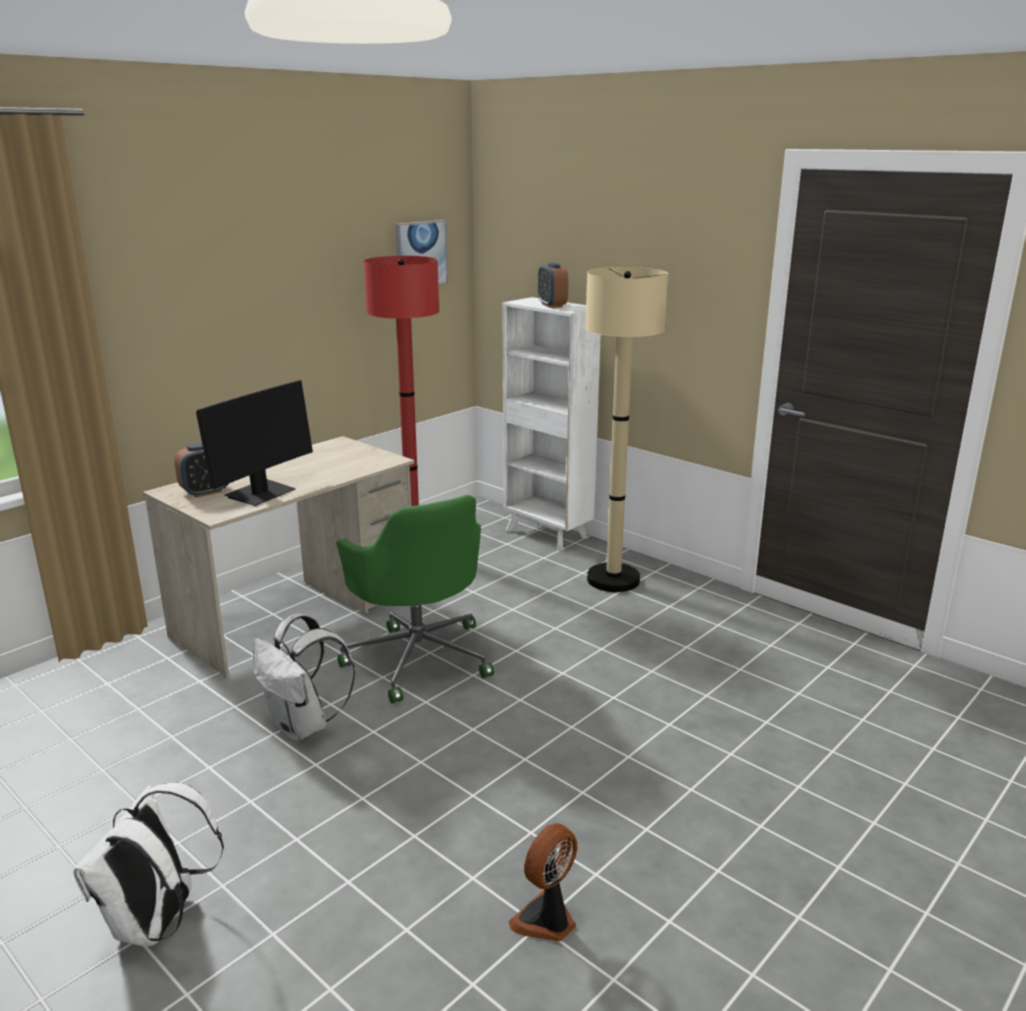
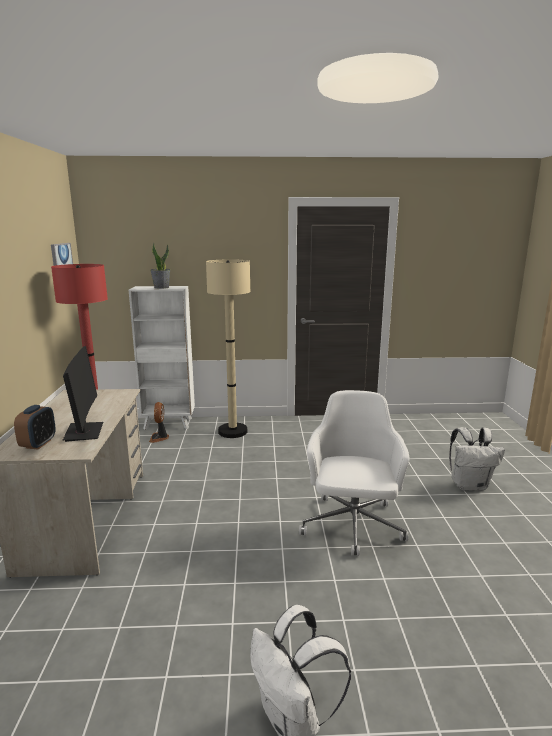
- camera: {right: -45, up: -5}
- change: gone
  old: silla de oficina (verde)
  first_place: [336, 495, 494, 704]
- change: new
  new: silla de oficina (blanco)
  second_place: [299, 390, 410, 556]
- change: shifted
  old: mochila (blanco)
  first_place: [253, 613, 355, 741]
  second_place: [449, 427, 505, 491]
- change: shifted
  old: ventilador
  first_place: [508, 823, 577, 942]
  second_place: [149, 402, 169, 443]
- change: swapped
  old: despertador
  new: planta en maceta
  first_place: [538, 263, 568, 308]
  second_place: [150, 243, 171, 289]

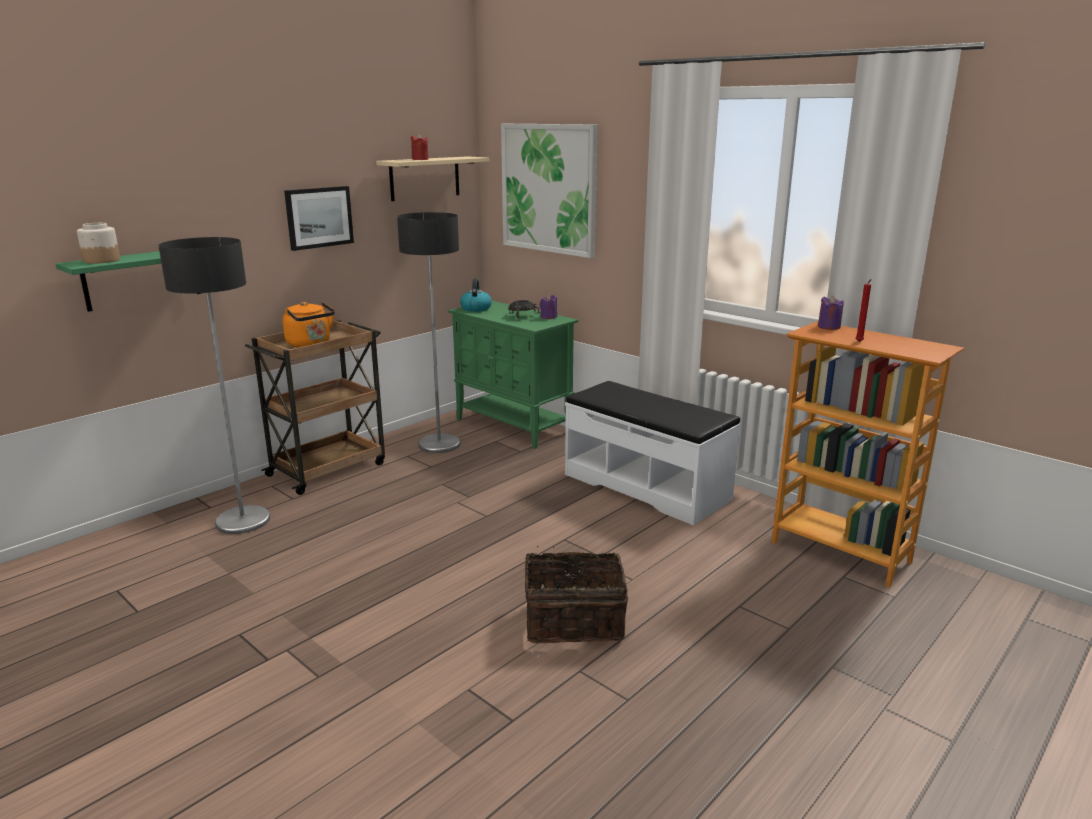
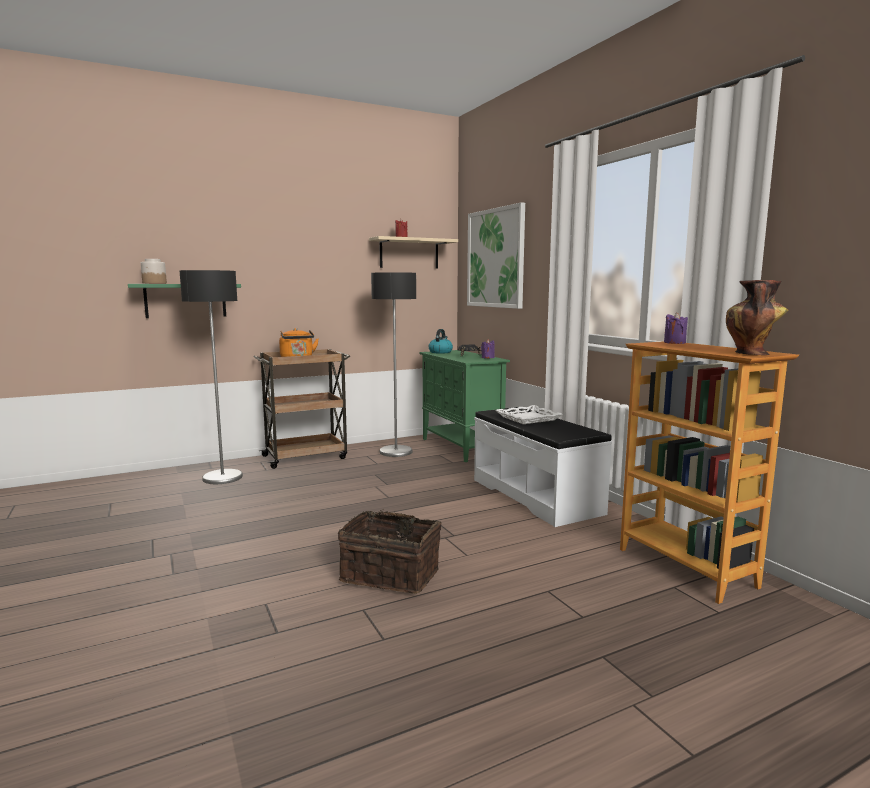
- camera: {right: 20, up: -10}
- change: gone
  old: cuadro
  first_place: [284, 186, 354, 251]
- change: gone
  old: vela (rojo)
  first_place: [856, 279, 871, 342]
- change: new
  new: bandeja (blanco)
  second_place: [496, 405, 563, 424]
- change: new
  new: florero
  second_place: [726, 280, 789, 355]

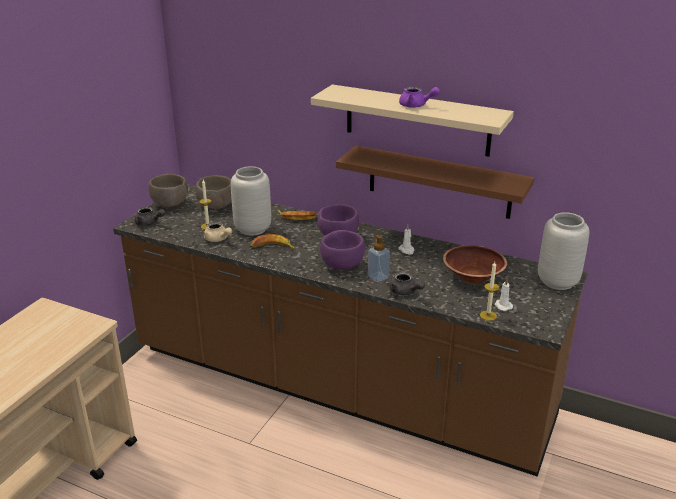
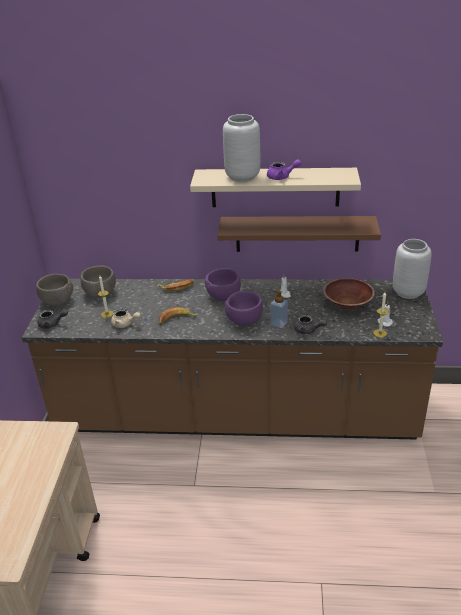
- camera: {right: -20, up: 5}
- change: shifted
  old: florero (gris)
  first_place: [231, 166, 271, 236]
  second_place: [223, 114, 260, 182]

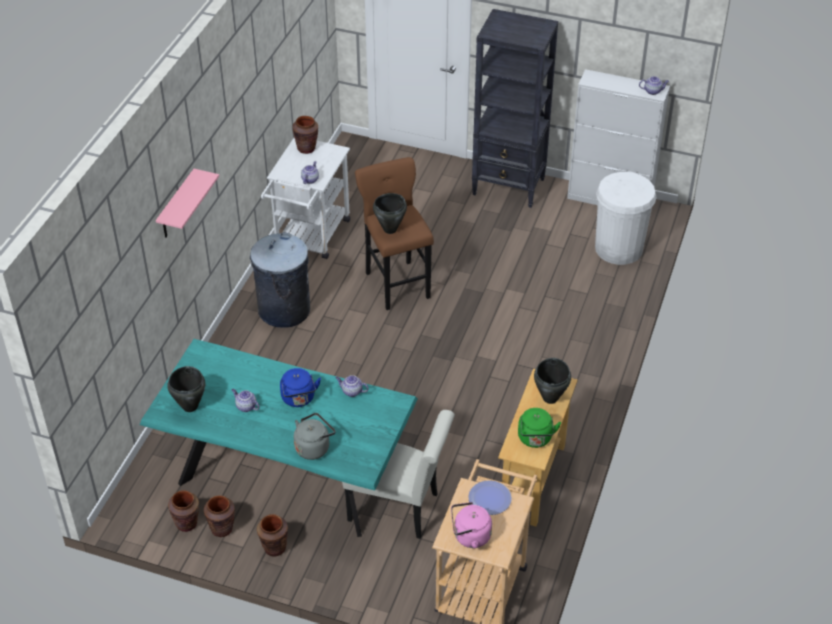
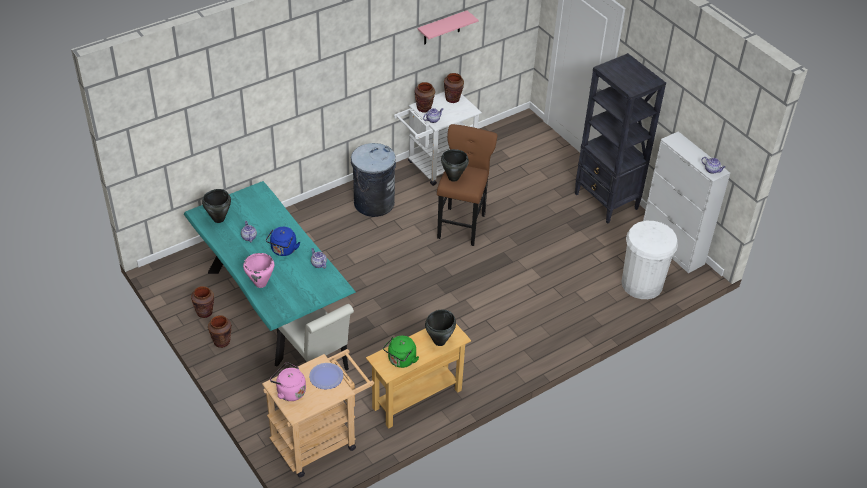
- camera: {right: 35, up: 0}
- change: shifted
  old: estante (rosa)
  first_place: [156, 169, 219, 237]
  second_place: [418, 11, 479, 45]
- change: shifted
  old: florero (marrón)
  first_place: [168, 490, 199, 532]
  second_place: [415, 82, 435, 113]
- change: swapped
  old: hervidor (gris)
  new: olla (rosa)
  first_place: [294, 413, 335, 460]
  second_place: [243, 253, 274, 288]

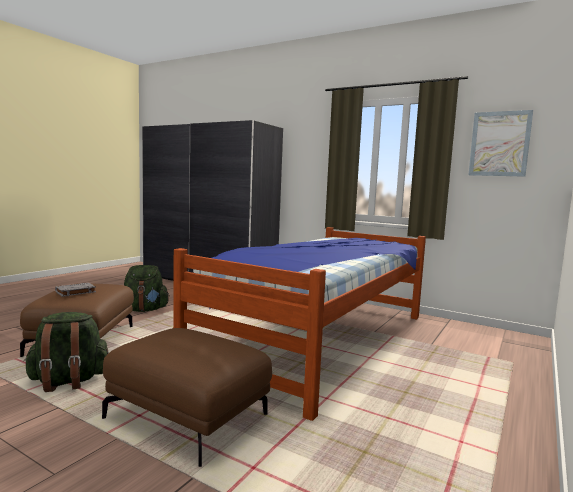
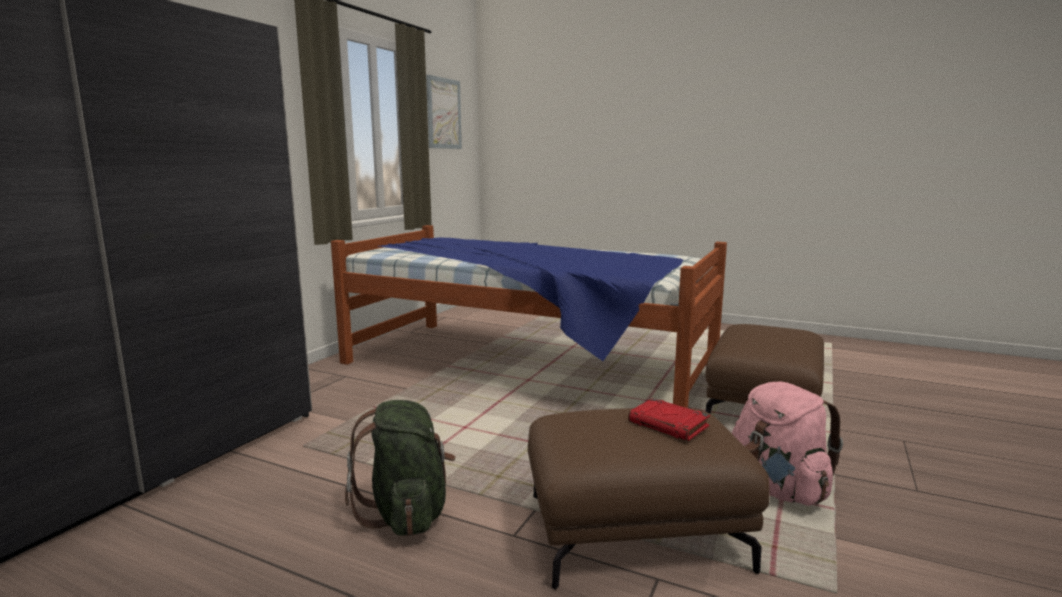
- camera: {right: -95, up: 5}
- change: repainted
  old: mochila (verde)
  new: mochila (rosa)
  first_place: [23, 312, 109, 392]
  second_place: [732, 382, 843, 506]
- change: repainted
  old: libro (gris)
  new: libro (rojo)
  first_place: [55, 283, 96, 297]
  second_place: [628, 398, 710, 441]

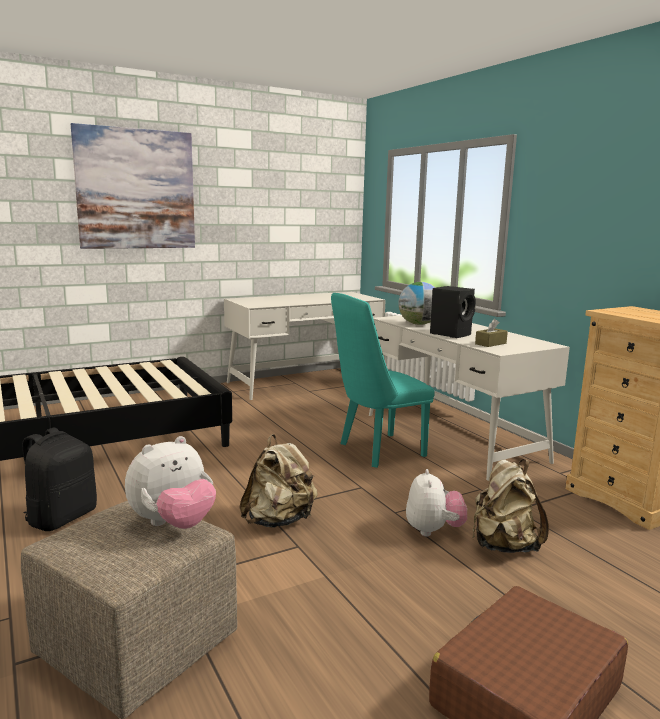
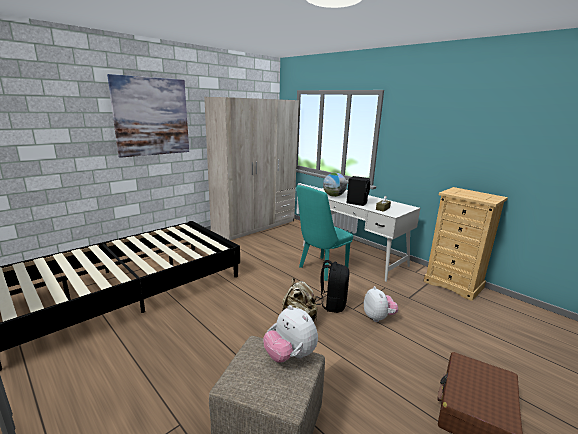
- camera: {right: -15, up: 5}
- change: gone
  old: mochila (beis)
  first_place: [472, 459, 549, 553]
- change: shifted
  old: mochila (negro)
  first_place: [22, 427, 97, 531]
  second_place: [316, 260, 349, 313]
- change: swapped
  old: escritorio (blanco)
  new: armario ropero (beis)
  first_place: [224, 292, 385, 400]
  second_place: [204, 97, 299, 240]
- change: rotated
  old: peluche
  first_place: [125, 436, 216, 529]
  second_place: [263, 305, 318, 363]
  degrees: 105

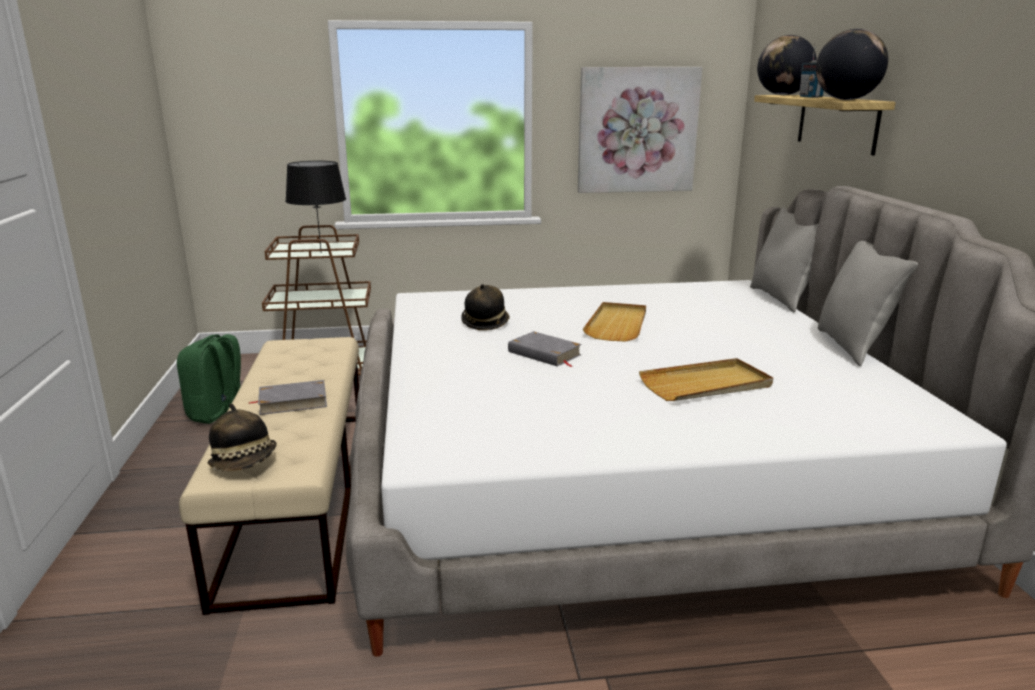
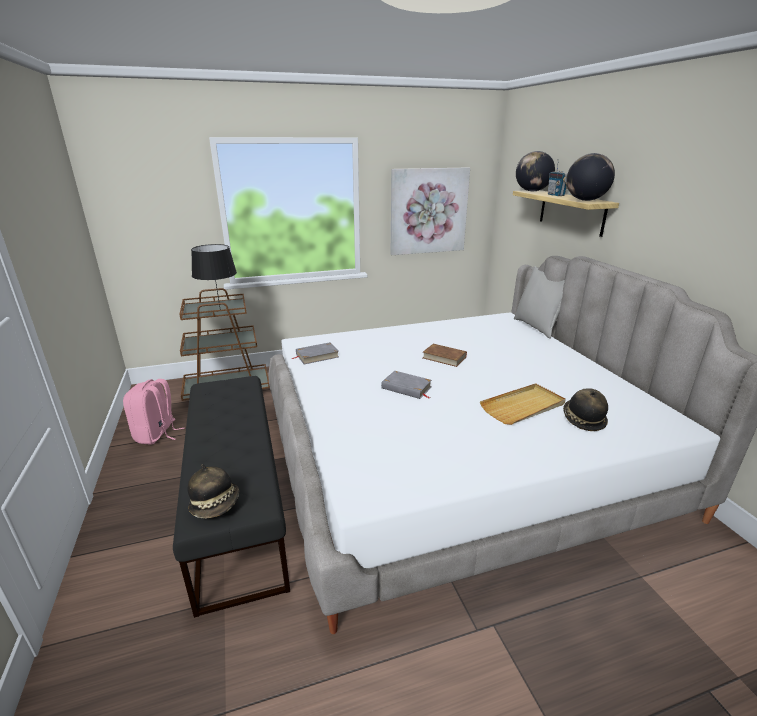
- camera: {right: -10, up: 5}
- change: gone
  old: cojín (gris)
  first_place: [817, 241, 918, 366]
- change: shifted
  old: libro (gris)
  first_place: [248, 380, 327, 415]
  second_place: [292, 342, 339, 364]
- change: shifted
  old: sombrero
  first_place: [461, 284, 510, 330]
  second_place: [563, 388, 608, 431]
- change: swapped
  old: bandeja (beis)
  new: libro (marrón)
  first_place: [583, 302, 646, 342]
  second_place: [423, 344, 467, 367]
- change: repainted
  old: mochila (verde)
  new: mochila (rosa)
  first_place: [177, 334, 241, 424]
  second_place: [123, 379, 185, 445]
- change: repainted
  old: banco (beis)
  new: banco (negro)
  first_place: [179, 337, 359, 615]
  second_place: [173, 376, 290, 618]

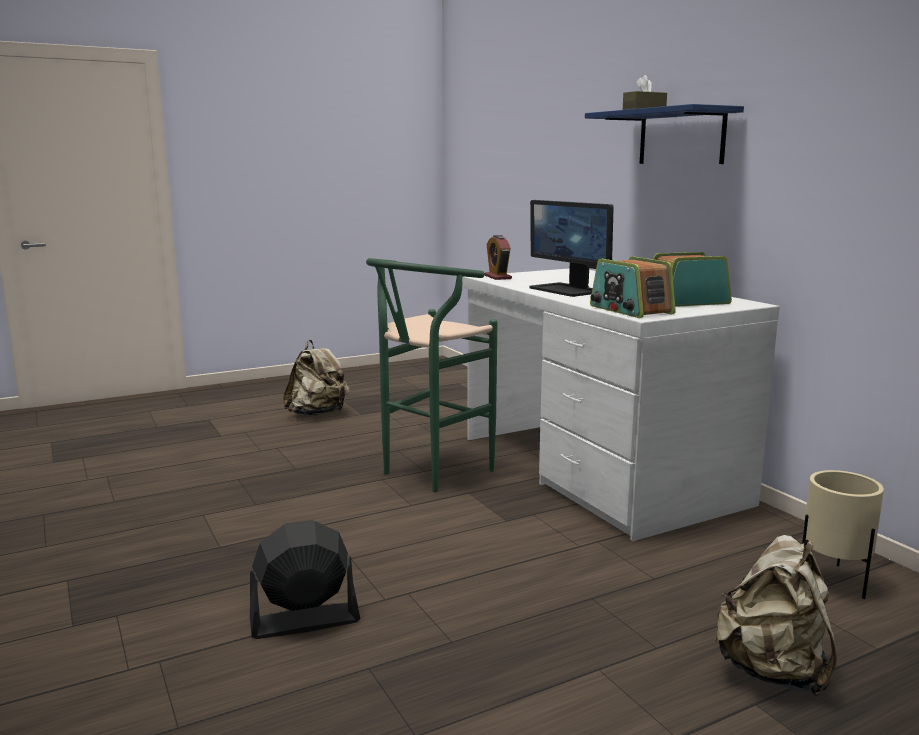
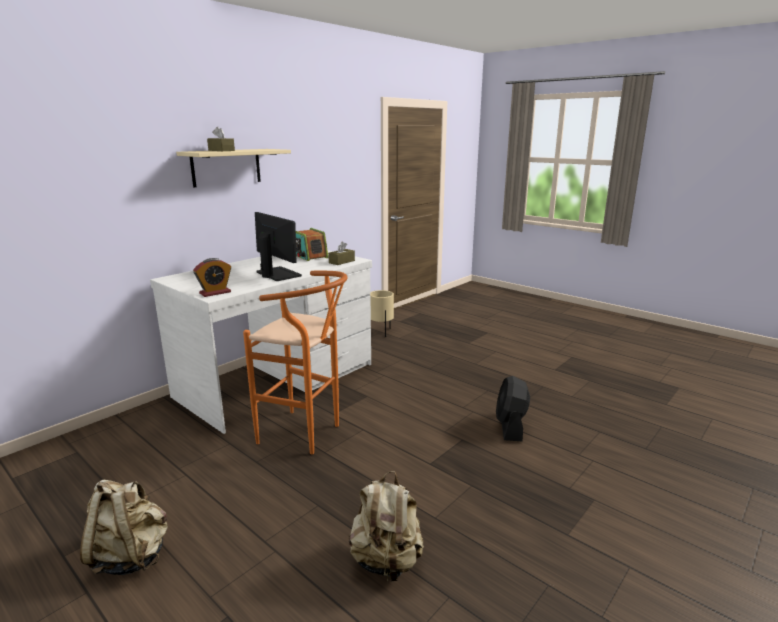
- camera: {right: -110, up: 5}
- change: shifted
  old: mochila (beis)
  first_place: [714, 535, 837, 696]
  second_place: [349, 471, 424, 581]
- change: swapped
  old: radio
  new: caja de pañuelos (marrón)
  first_place: [590, 256, 676, 318]
  second_place: [328, 242, 355, 265]
- change: repainted
  old: taburete (verde)
  new: taburete (naranja)
  first_place: [366, 258, 497, 492]
  second_place: [243, 271, 348, 454]
- change: repainted
  old: estante (azul)
  new: estante (beis)
  first_place: [585, 104, 744, 164]
  second_place: [176, 149, 291, 187]
- change: rotated
  old: ventilador (negro)
  first_place: [250, 520, 360, 639]
  second_place: [496, 376, 530, 441]
  degrees: 45
- change: rotated
  old: monitor
  first_place: [530, 200, 614, 297]
  second_place: [255, 212, 302, 281]
  degrees: -75

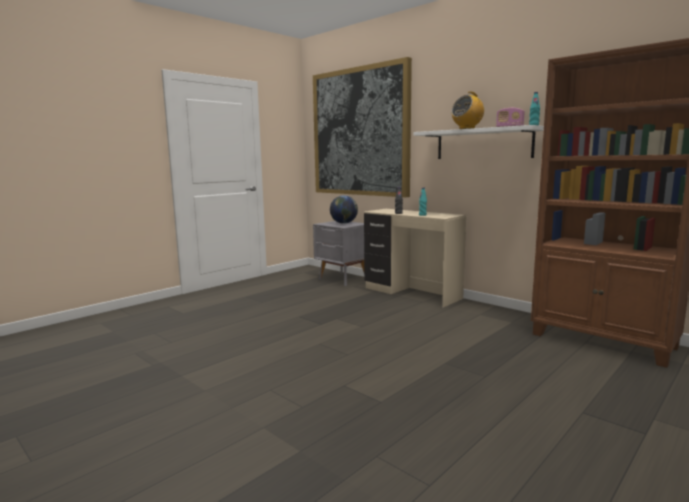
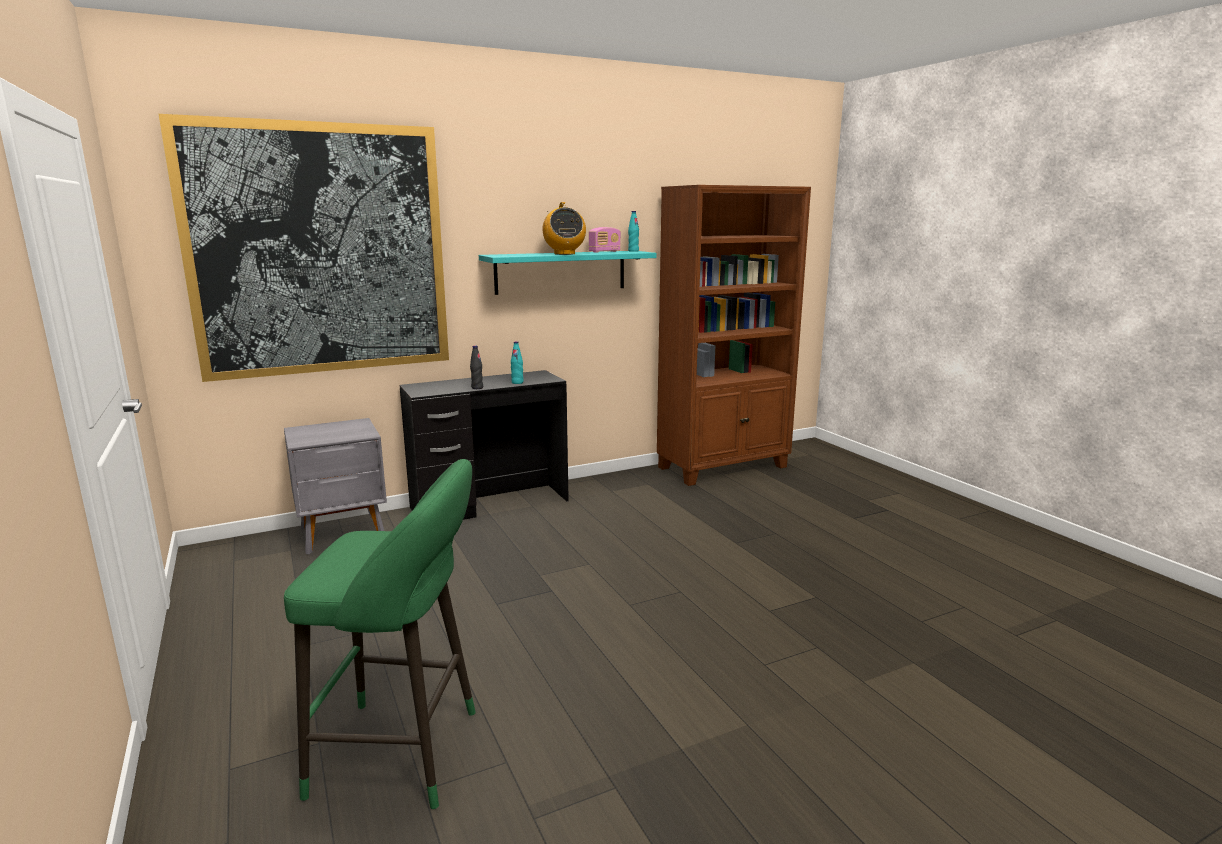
- camera: {right: -70, up: 5}
- change: gone
  old: globo terráqueo
  first_place: [330, 195, 358, 224]
- change: new
  new: taburete (verde)
  second_place: [284, 459, 476, 809]
- change: repainted
  old: escritorio (beis)
  new: escritorio (negro)
  first_place: [364, 209, 466, 308]
  second_place: [400, 370, 569, 520]
- change: repainted
  old: estante (blanco)
  new: estante (turquesa)
  first_place: [413, 125, 544, 159]
  second_place: [479, 251, 657, 295]

